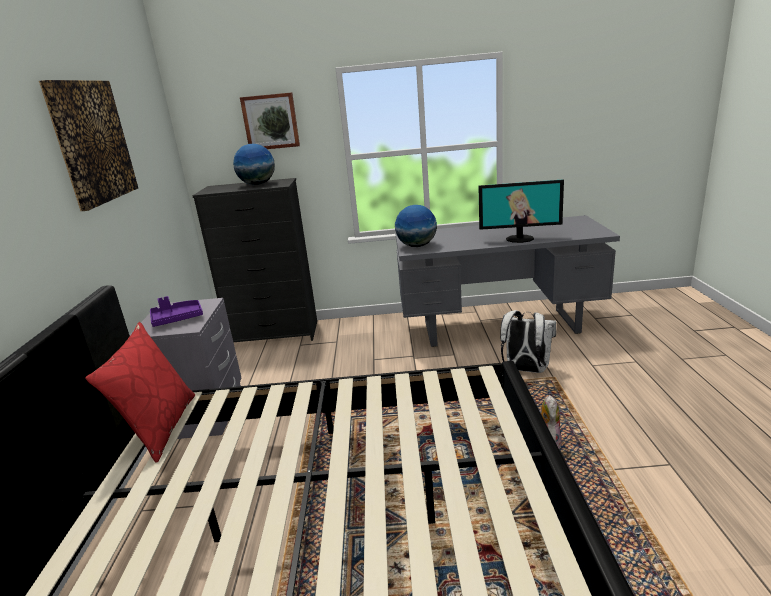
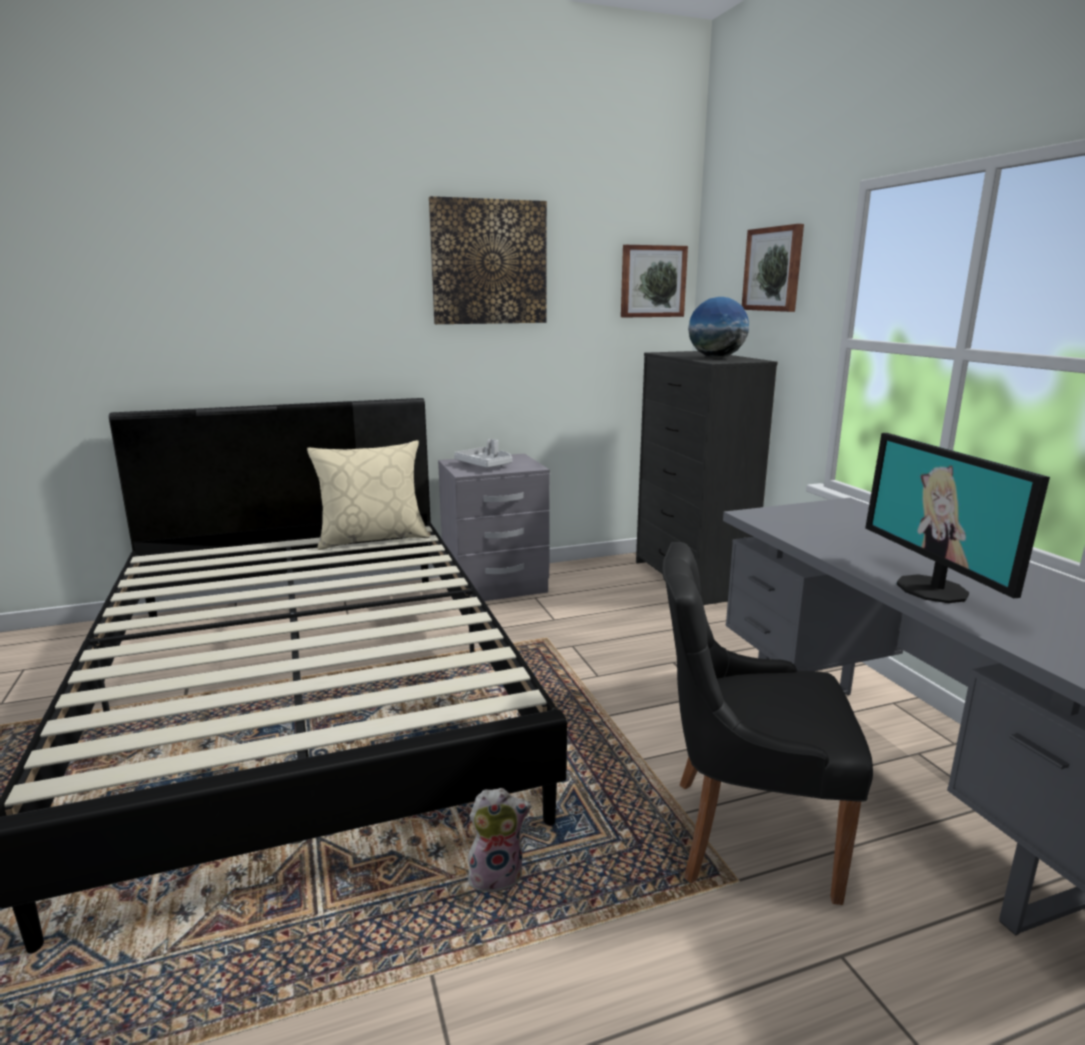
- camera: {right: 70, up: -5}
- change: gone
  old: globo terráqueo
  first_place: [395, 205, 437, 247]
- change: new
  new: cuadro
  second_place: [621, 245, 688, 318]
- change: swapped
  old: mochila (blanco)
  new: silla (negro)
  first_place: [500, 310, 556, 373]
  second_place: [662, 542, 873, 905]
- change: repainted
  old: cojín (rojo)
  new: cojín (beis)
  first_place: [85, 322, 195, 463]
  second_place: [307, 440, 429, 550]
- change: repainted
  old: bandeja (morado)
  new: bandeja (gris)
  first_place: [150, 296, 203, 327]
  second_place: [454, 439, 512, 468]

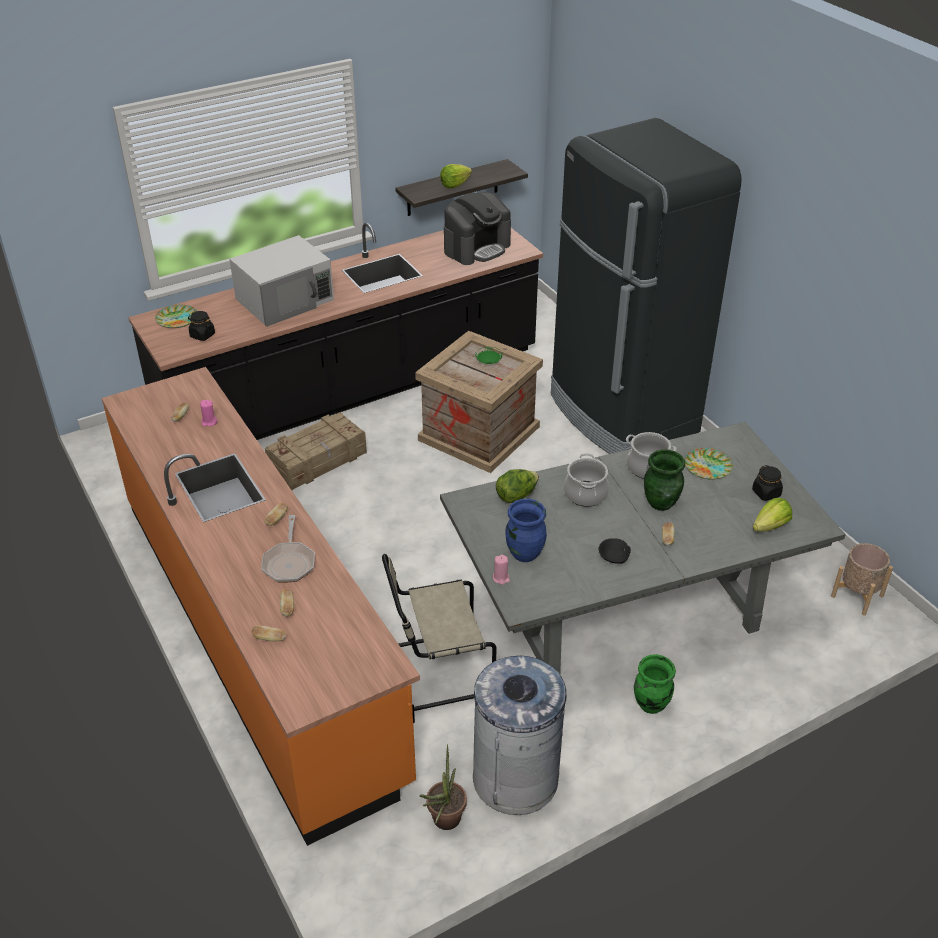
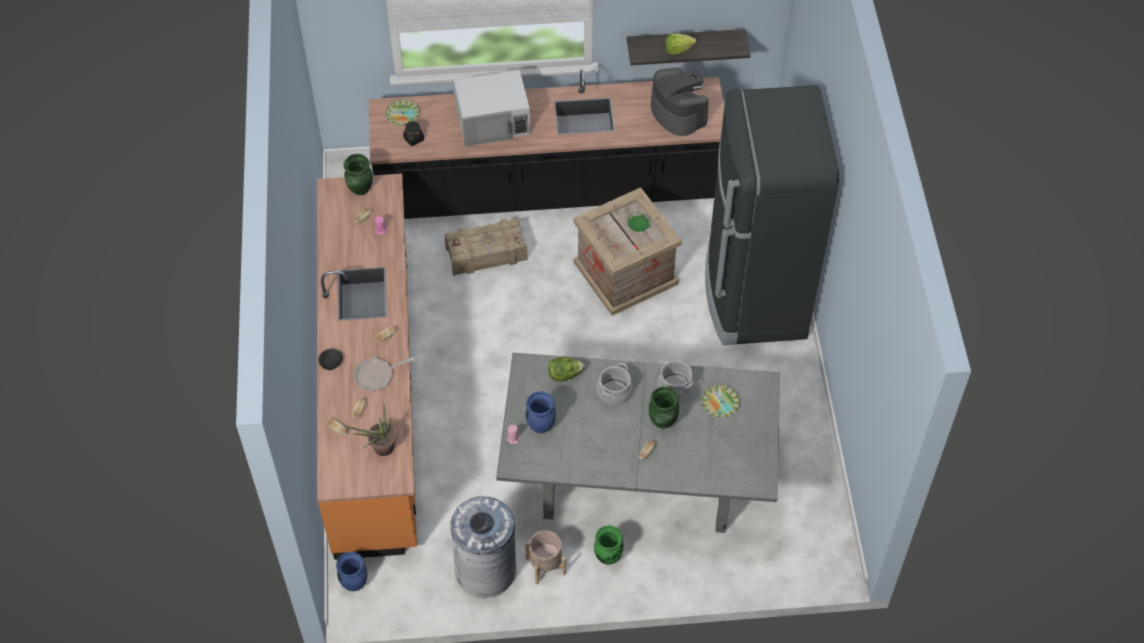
- camera: {right: 25, up: 15}
- change: gone
  old: silla (beis)
  first_place: [382, 554, 496, 711]
- change: gone
  old: tarro (negro)
  first_place: [752, 465, 783, 501]
- change: gone
  old: lechuga
  first_place: [753, 498, 792, 532]
- change: new
  new: florero (azul)
  second_place: [336, 552, 368, 591]
- change: new
  new: florero (verde)
  second_place: [343, 154, 373, 195]
- change: shifted
  old: planta en maceta
  first_place: [420, 745, 467, 830]
  second_place: [347, 401, 397, 456]
- change: shifted
  old: cuenco (negro)
  first_place: [599, 538, 631, 564]
  second_place: [318, 349, 343, 370]
- change: shifted
  old: maceta (beis)
  first_place: [831, 543, 893, 616]
  second_place: [525, 530, 566, 584]
- change: rotated
  old: sartén
  first_place: [261, 515, 315, 582]
  second_place: [353, 356, 416, 391]
  degrees: 45
- change: rotated
  old: cafetera
  first_place: [444, 192, 511, 265]
  second_place: [651, 67, 709, 136]
  degrees: -105

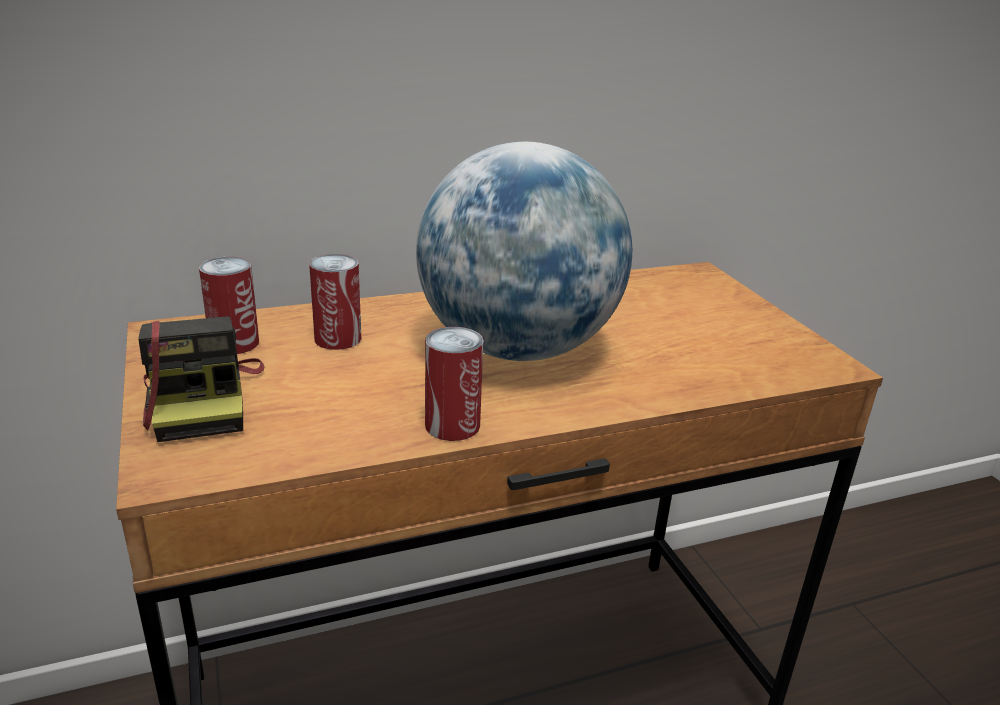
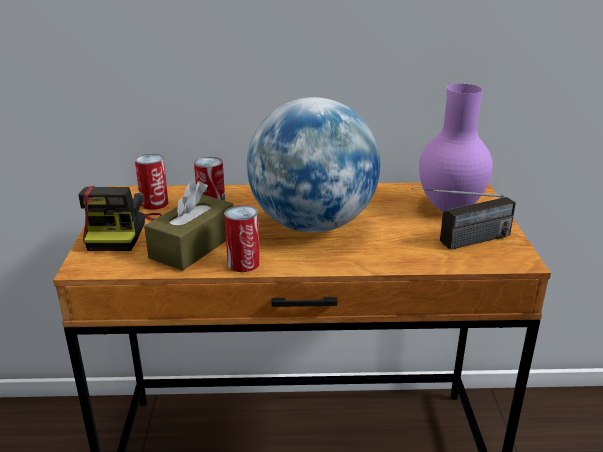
- camera: {right: 20, up: 0}
- change: new
  new: caja de pañuelos (marrón)
  second_place: [144, 181, 234, 271]
- change: new
  new: radio
  second_place: [411, 188, 516, 250]
- change: new
  new: florero (morado)
  second_place: [419, 84, 493, 211]

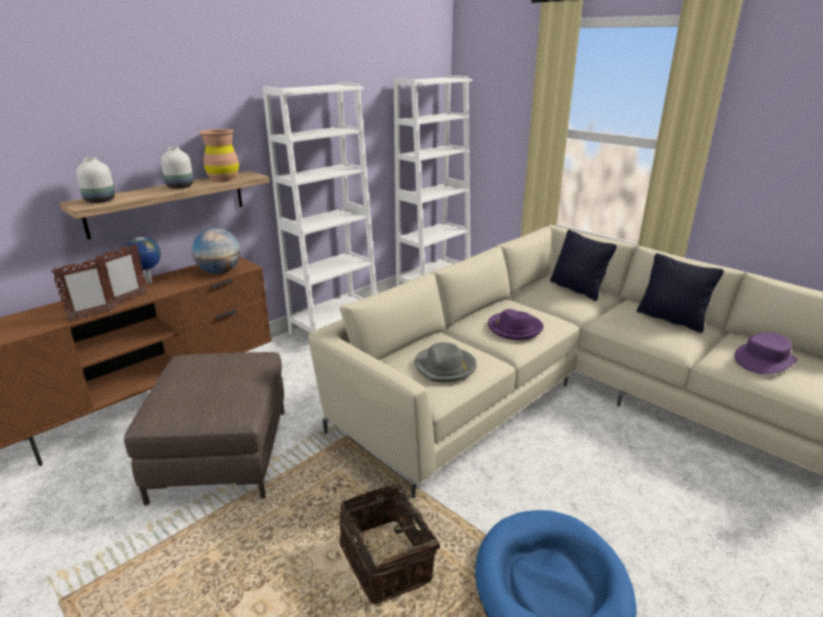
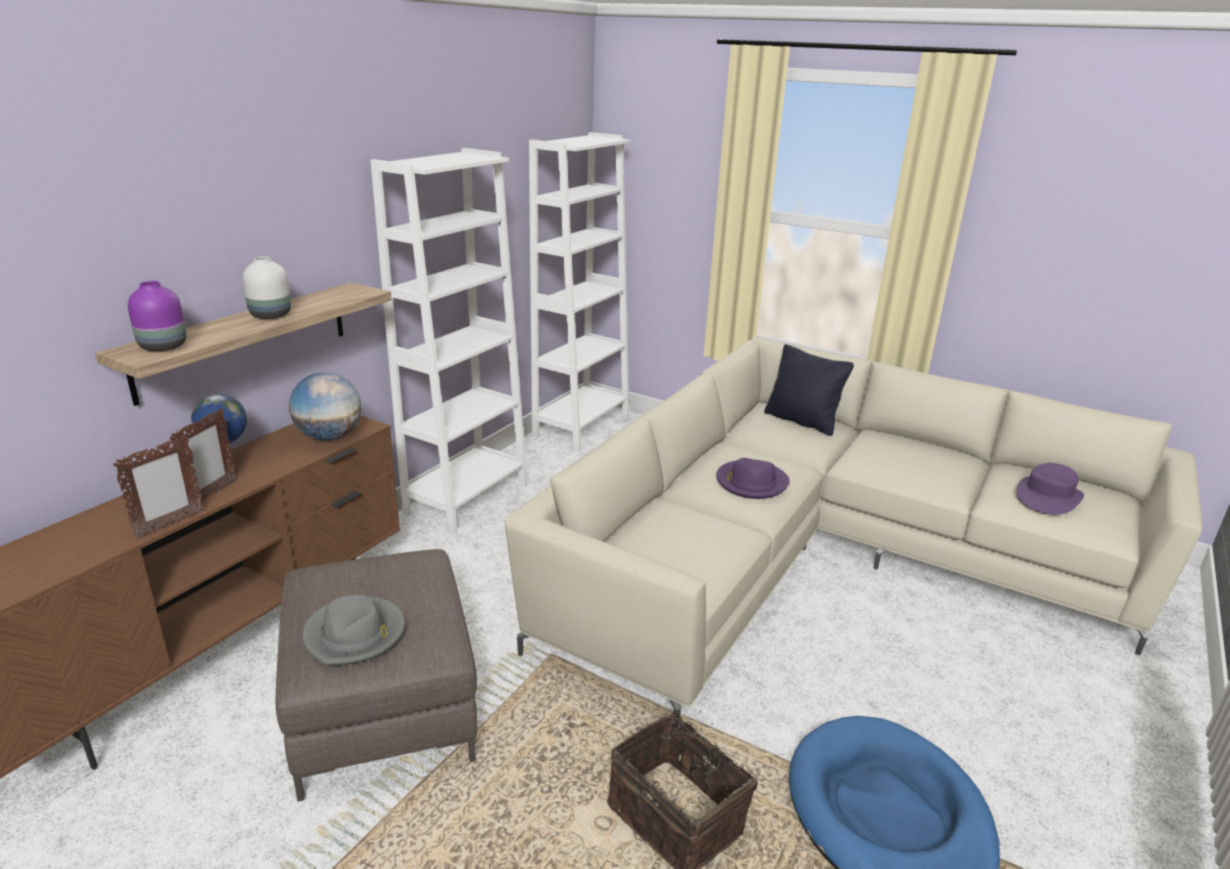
- camera: {right: -15, up: 0}
- change: gone
  old: florero (marrón)
  first_place: [199, 129, 239, 181]
- change: gone
  old: cojín (negro)
  first_place: [637, 253, 724, 333]
- change: shifted
  old: sombrero (gris)
  first_place: [415, 342, 477, 382]
  second_place: [303, 595, 405, 666]
- change: repainted
  old: florero (blanco)
  new: florero (morado)
  first_place: [76, 157, 115, 203]
  second_place: [128, 281, 187, 351]

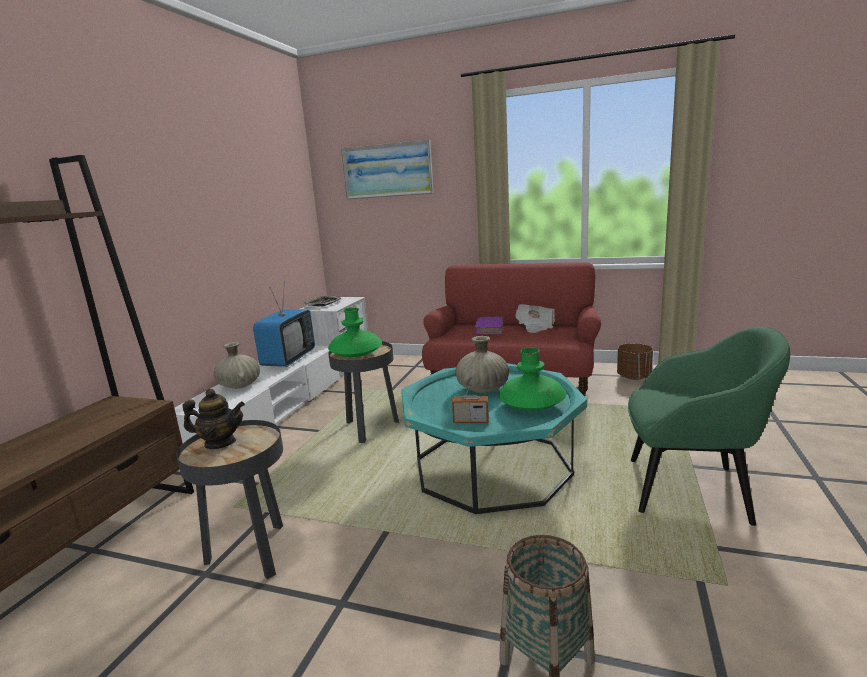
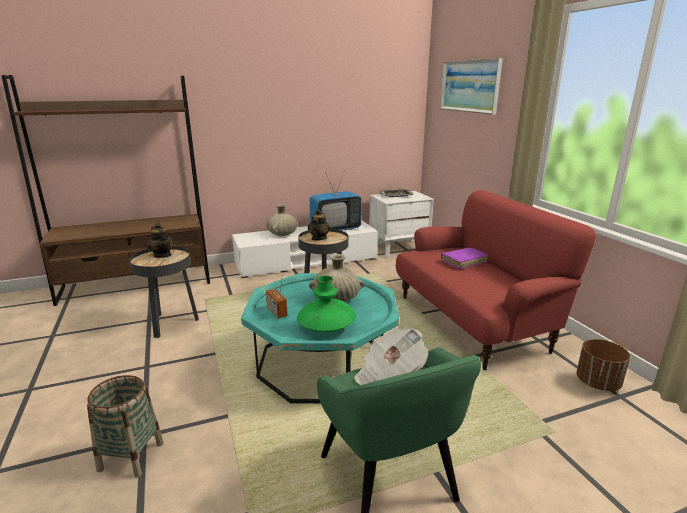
- camera: {right: 50, up: 5}
- change: shifted
  old: periódico
  first_place: [515, 304, 555, 333]
  second_place: [354, 328, 428, 385]
- change: swapped
  old: florero (verde)
  new: tetera
  first_place: [328, 307, 382, 357]
  second_place: [308, 209, 330, 241]

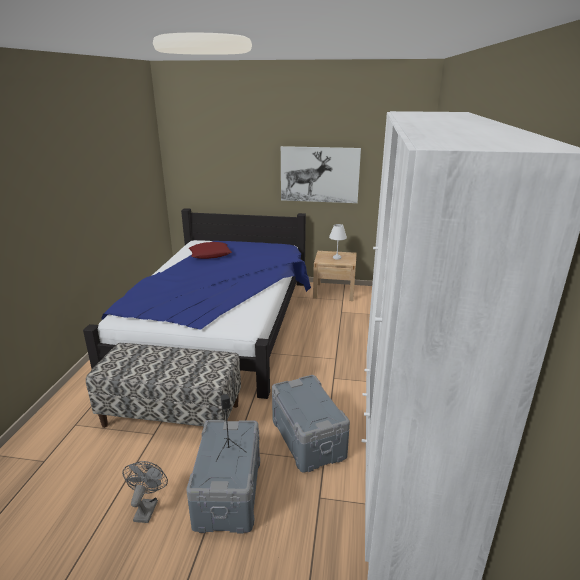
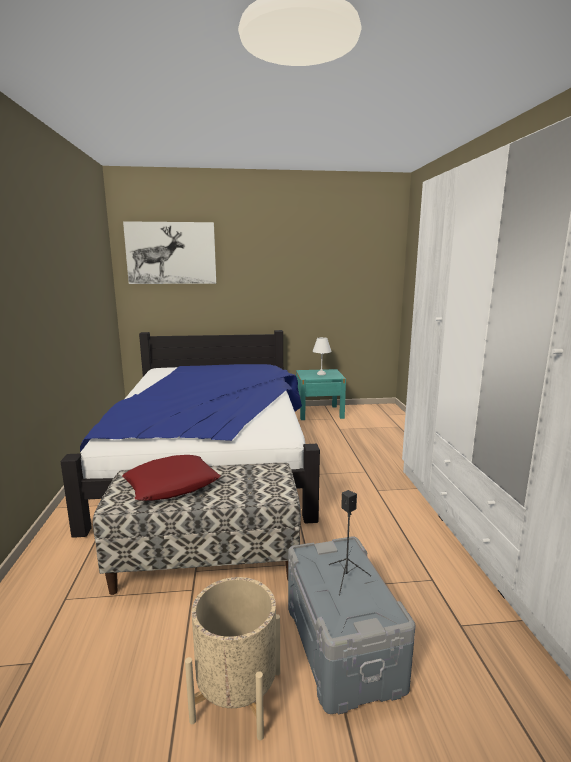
- camera: {right: -15, up: -10}
- change: gone
  old: caja de almacenaje (gris)
  first_place: [272, 375, 350, 473]
- change: shifted
  old: cojín (rojo)
  first_place: [189, 242, 232, 259]
  second_place: [122, 455, 221, 501]
- change: shifted
  old: cuadro
  first_place: [281, 146, 361, 203]
  second_place: [123, 221, 216, 284]
- change: swapped
  old: ventilador (gris)
  new: maceta (beis)
  first_place: [122, 461, 168, 523]
  second_place: [185, 577, 280, 740]
- change: repainted
  old: mesita de noche (beis)
  new: mesita de noche (turquesa)
  first_place: [313, 251, 357, 301]
  second_place: [296, 369, 346, 420]

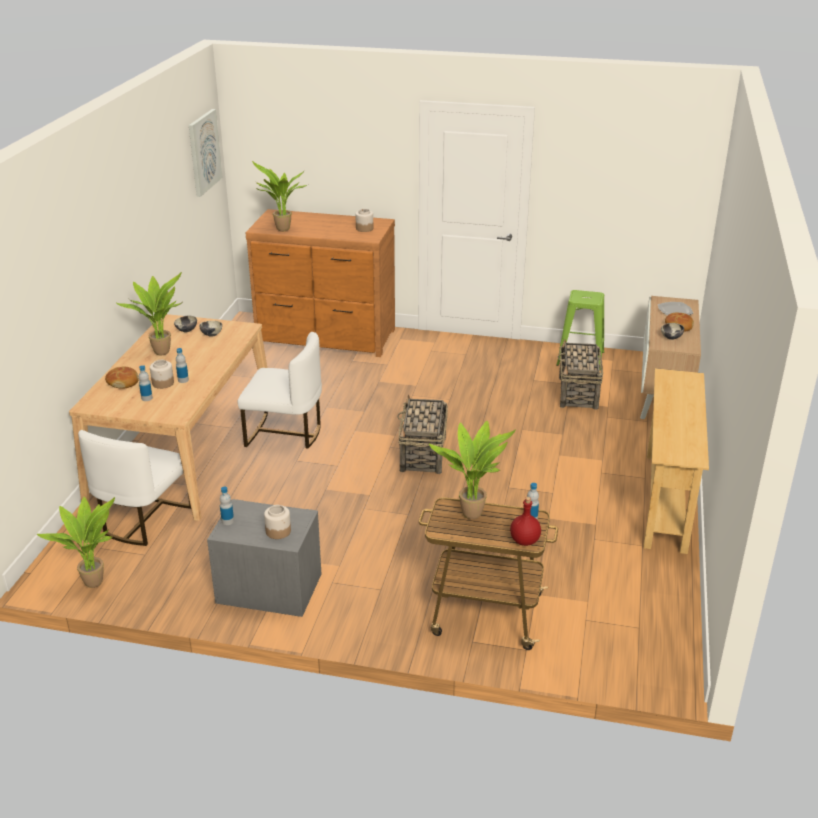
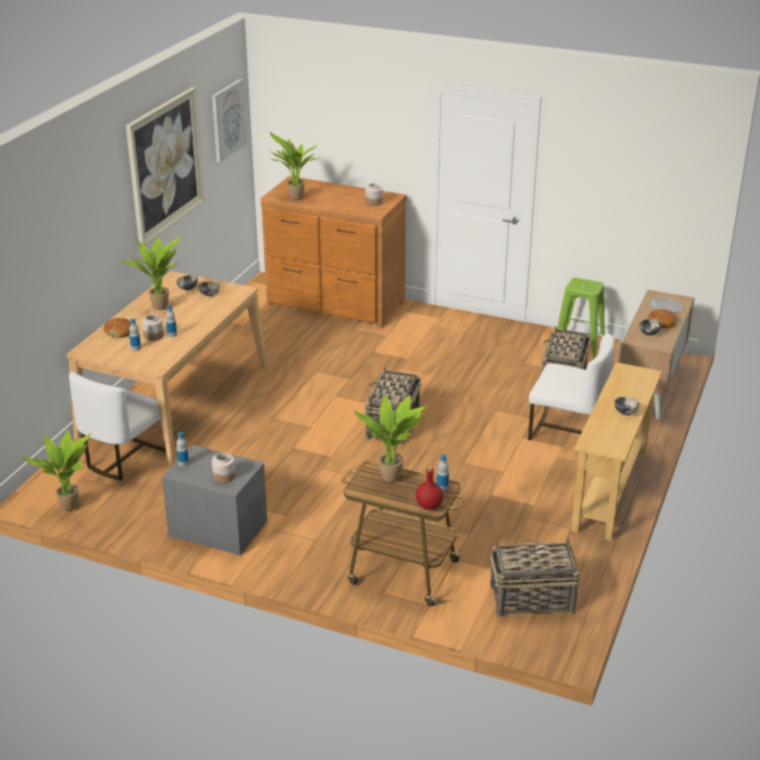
- camera: {right: 10, up: 0}
- change: new
  new: cuadro
  second_place: [126, 87, 205, 246]
- change: new
  new: cesta
  second_place: [489, 539, 580, 617]
- change: new
  new: cuenco
  second_place: [614, 397, 639, 415]
- change: shifted
  old: silla (blanco)
  first_place: [238, 332, 322, 449]
  second_place: [528, 333, 615, 441]

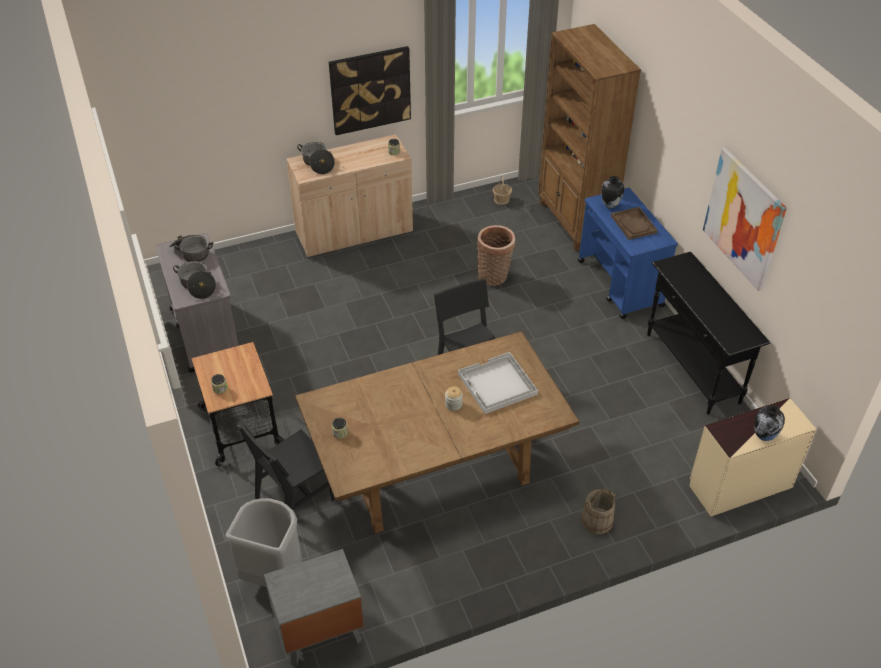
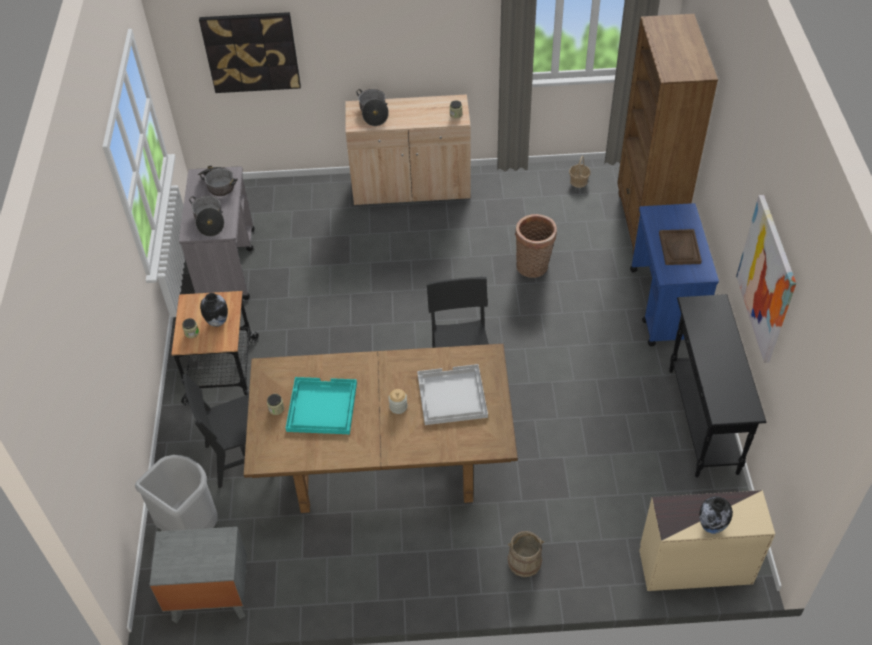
- camera: {right: 20, up: 5}
- change: new
  new: bandeja (turquesa)
  second_place: [286, 377, 357, 434]
- change: shifted
  old: cuadro
  first_place: [329, 46, 411, 135]
  second_place: [199, 12, 301, 93]
- change: shifted
  old: florero
  first_place: [601, 176, 624, 208]
  second_place: [200, 293, 228, 327]

